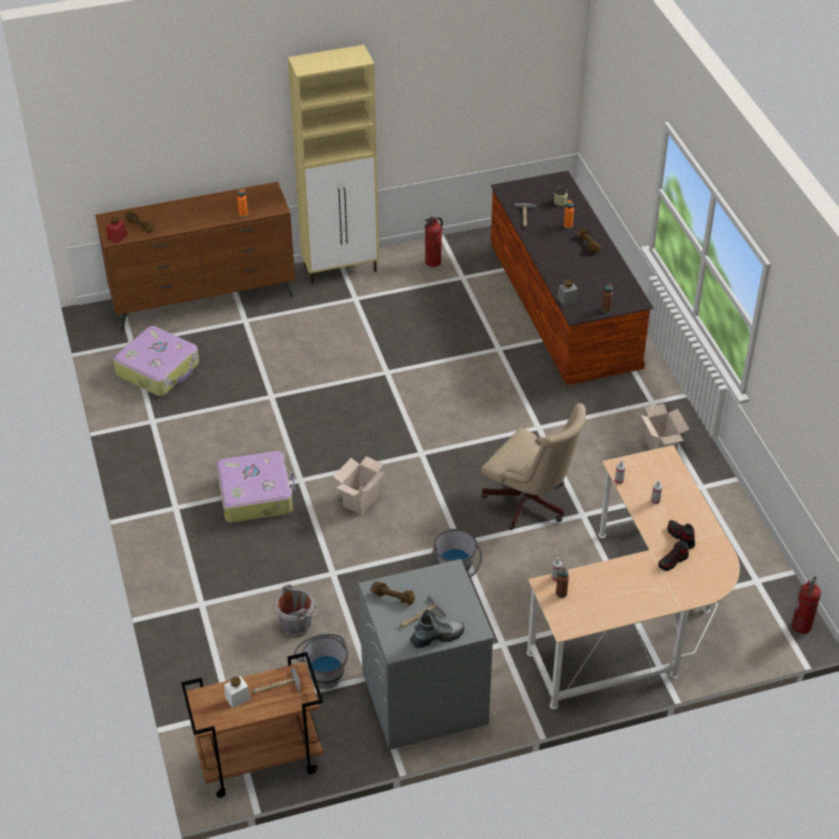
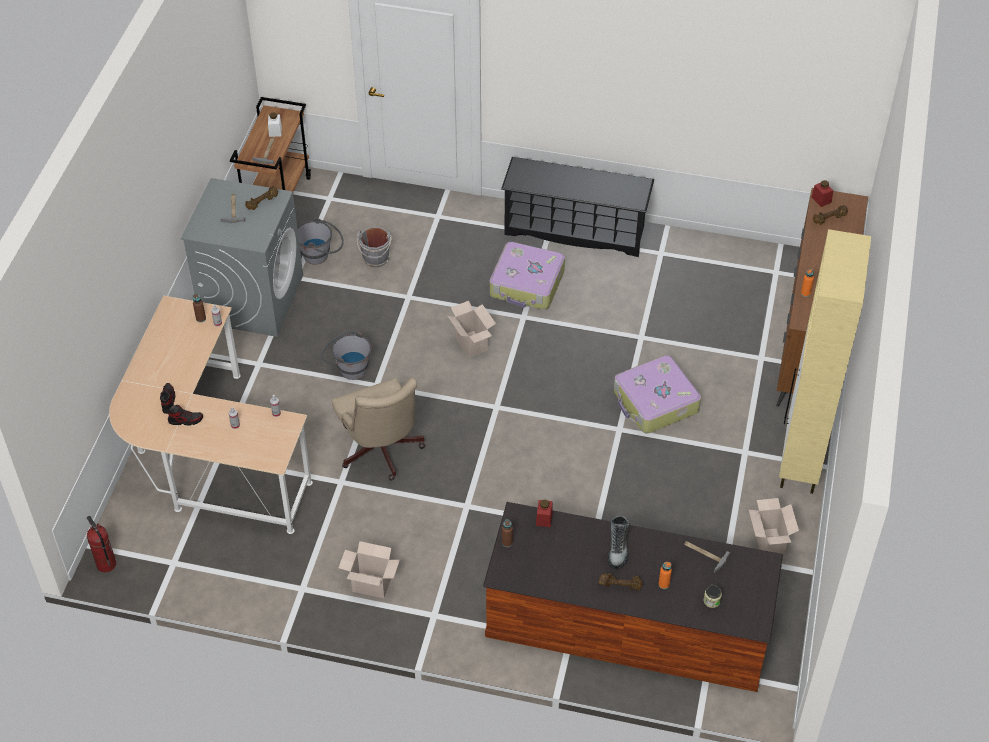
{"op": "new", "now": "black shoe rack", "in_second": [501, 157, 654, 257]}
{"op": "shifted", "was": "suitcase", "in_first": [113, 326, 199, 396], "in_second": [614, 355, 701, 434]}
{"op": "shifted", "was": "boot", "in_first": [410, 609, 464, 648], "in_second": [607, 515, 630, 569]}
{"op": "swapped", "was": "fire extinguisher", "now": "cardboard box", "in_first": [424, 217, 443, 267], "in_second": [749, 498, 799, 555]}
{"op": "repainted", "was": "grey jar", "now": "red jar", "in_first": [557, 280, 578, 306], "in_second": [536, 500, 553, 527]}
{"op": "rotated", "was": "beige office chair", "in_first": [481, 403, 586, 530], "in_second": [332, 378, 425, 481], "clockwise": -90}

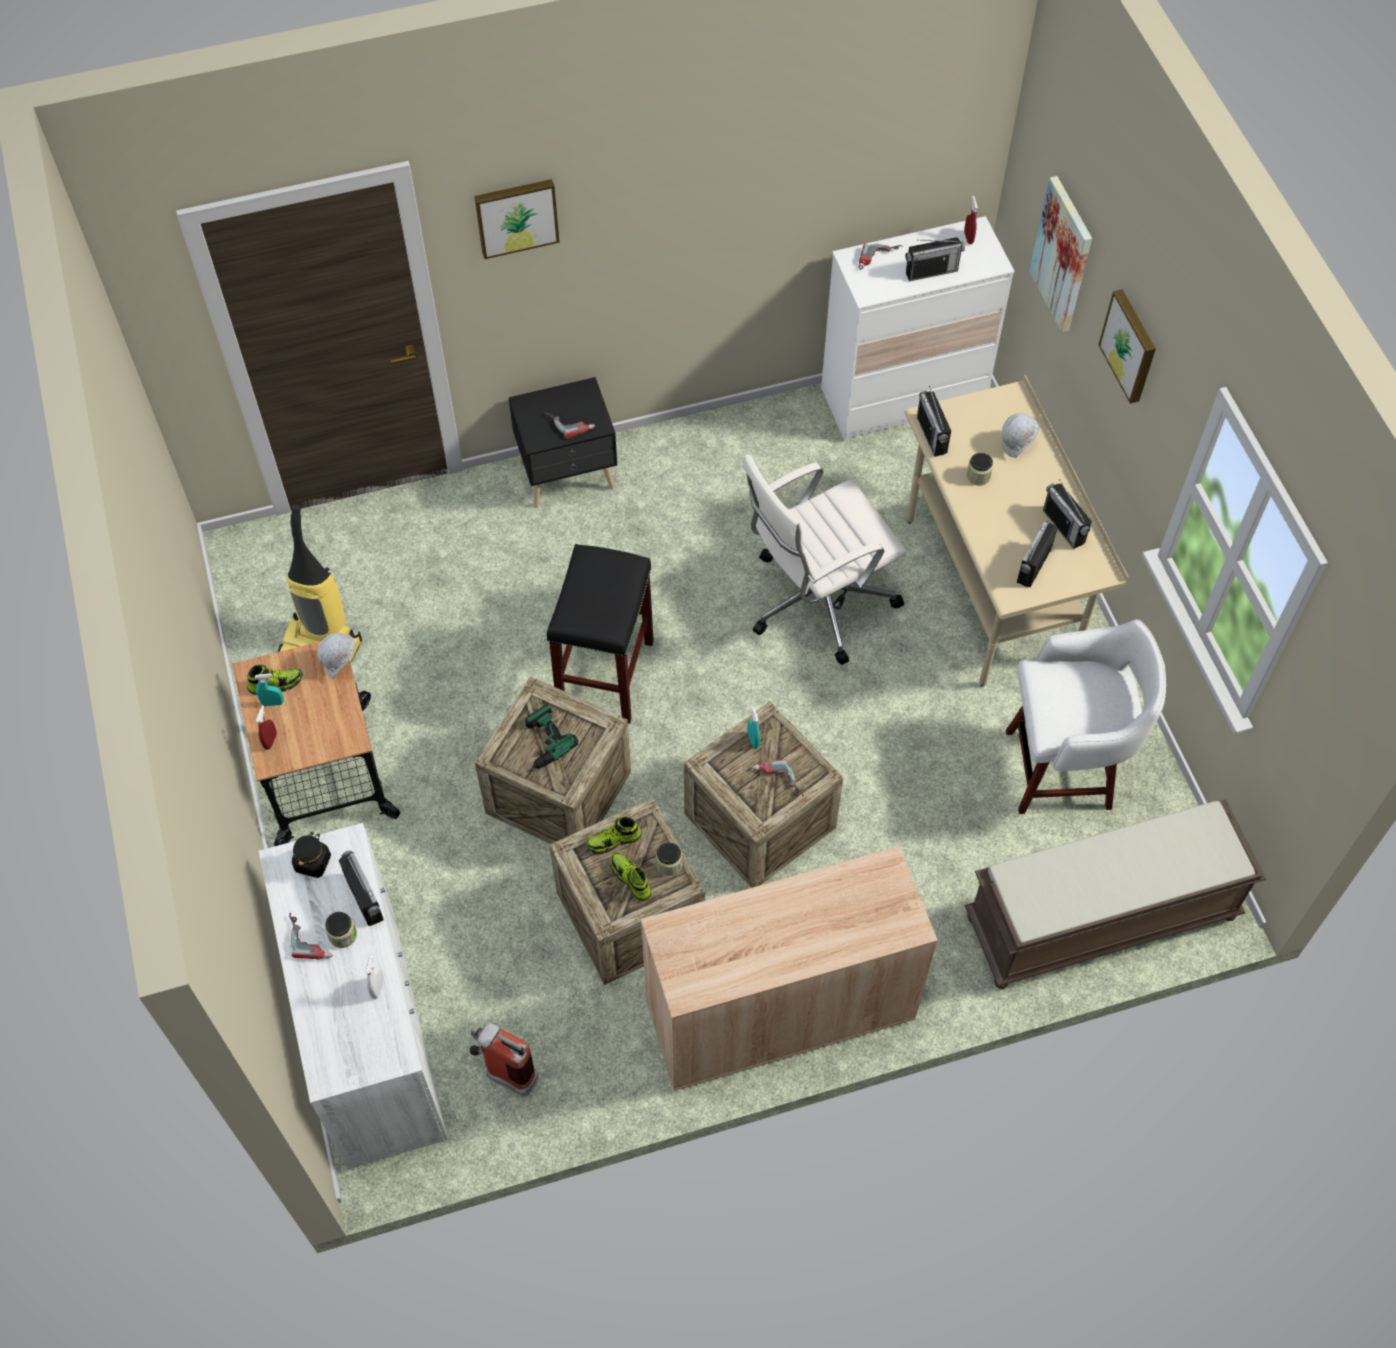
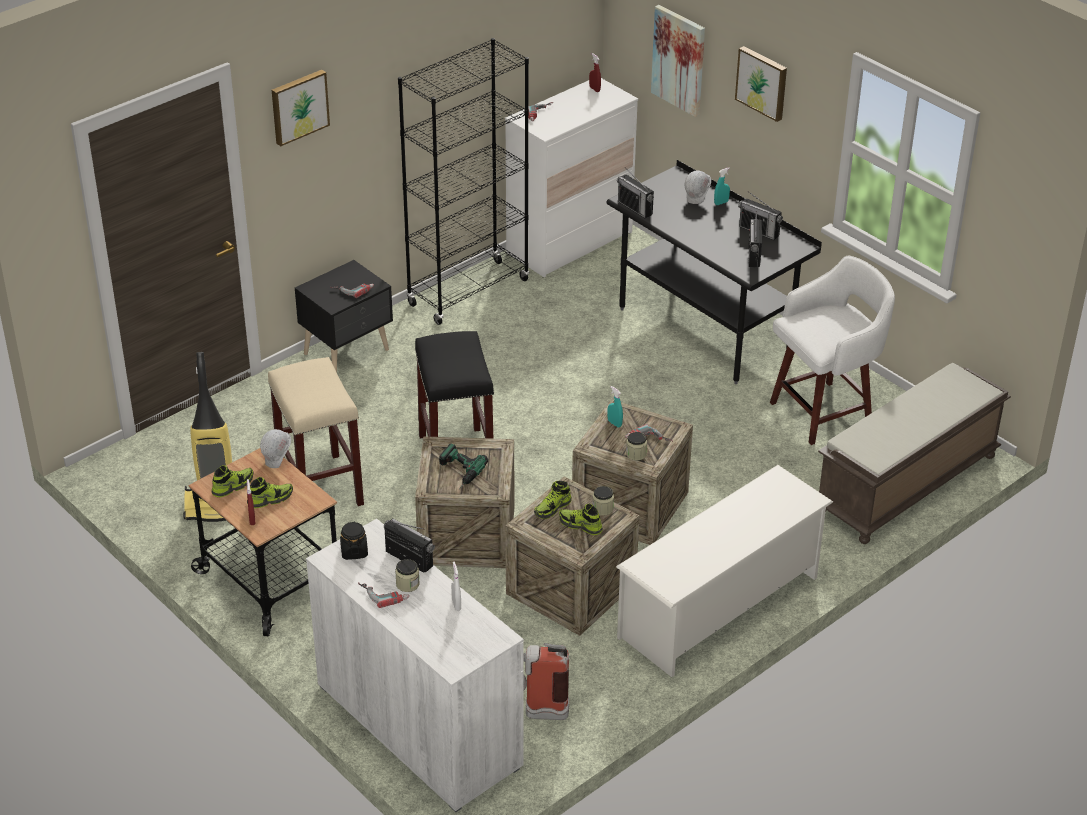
{"op": "gone", "was": "white office chair", "in_first": [742, 454, 907, 665]}
{"op": "gone", "was": "radio", "in_first": [905, 237, 965, 281]}
{"op": "new", "now": "shoe", "in_second": [247, 477, 293, 508]}
{"op": "new", "now": "beige stool", "in_second": [268, 357, 364, 506]}
{"op": "new", "now": "black bookcase", "in_second": [398, 38, 529, 325]}
{"op": "shifted", "was": "turquoise spray bottle", "in_first": [255, 674, 284, 706], "in_second": [714, 168, 730, 205]}
{"op": "shifted", "was": "jar", "in_first": [966, 453, 993, 486], "in_second": [626, 432, 647, 460]}
{"op": "swapped", "was": "beige cabinet", "now": "white shoe rack", "in_first": [641, 846, 938, 1091], "in_second": [616, 465, 833, 677]}
{"op": "repainted", "was": "beige desk", "now": "black desk", "in_first": [904, 375, 1128, 687], "in_second": [606, 160, 822, 384]}

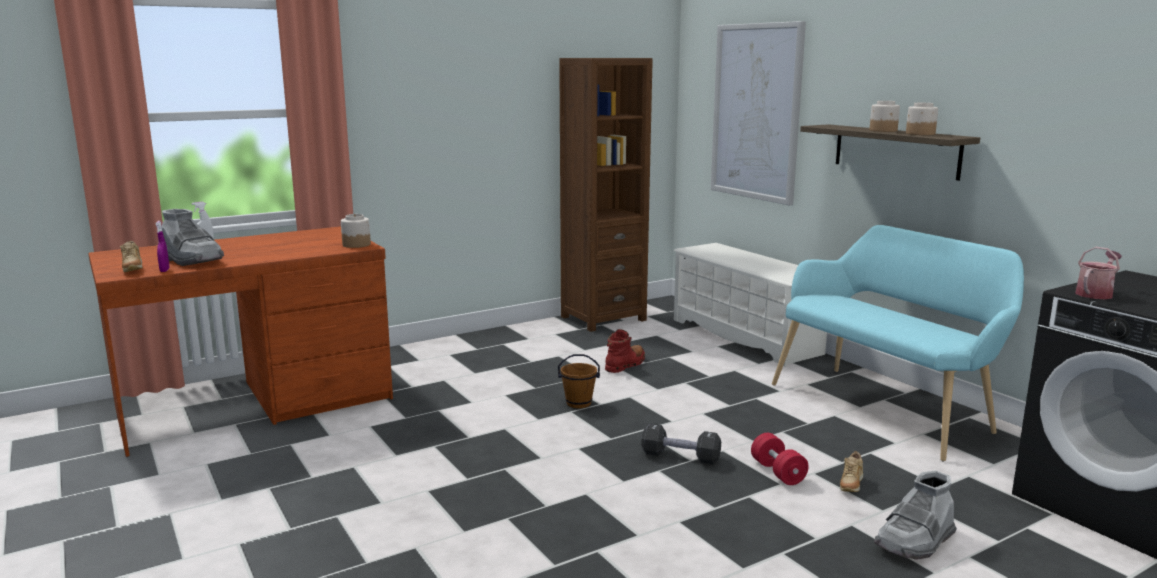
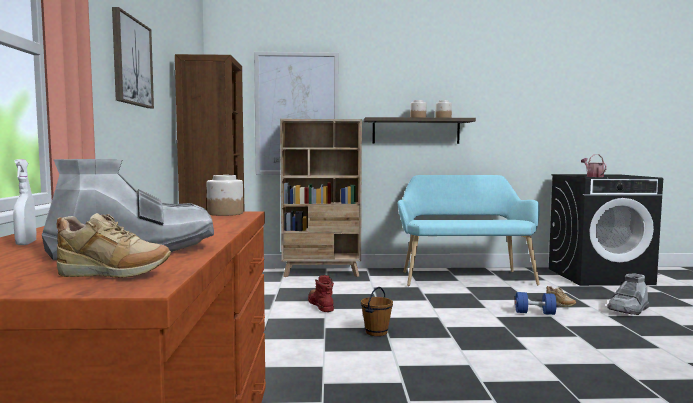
{"op": "gone", "was": "purple spray bottle", "in_first": [156, 221, 170, 272]}
{"op": "gone", "was": "black dumbbell", "in_first": [641, 423, 721, 464]}
{"op": "new", "now": "picture", "in_second": [112, 7, 154, 108]}
{"op": "swapped", "was": "white shoe rack", "now": "beige bookcase", "in_first": [673, 243, 827, 366], "in_second": [280, 119, 362, 277]}
{"op": "repainted", "was": "red dumbbell", "now": "blue dumbbell", "in_first": [751, 433, 809, 485], "in_second": [515, 292, 556, 315]}
{"op": "rotated", "was": "grey boot", "in_first": [874, 470, 957, 560], "in_second": [607, 273, 649, 315], "clockwise": 60}

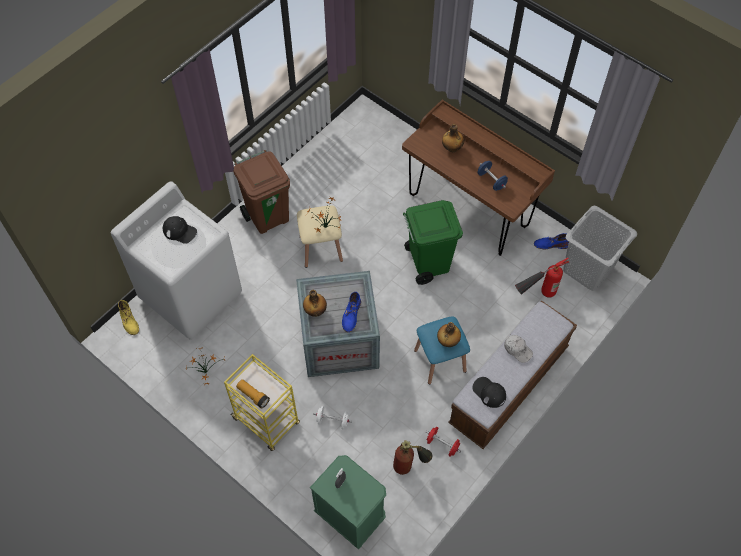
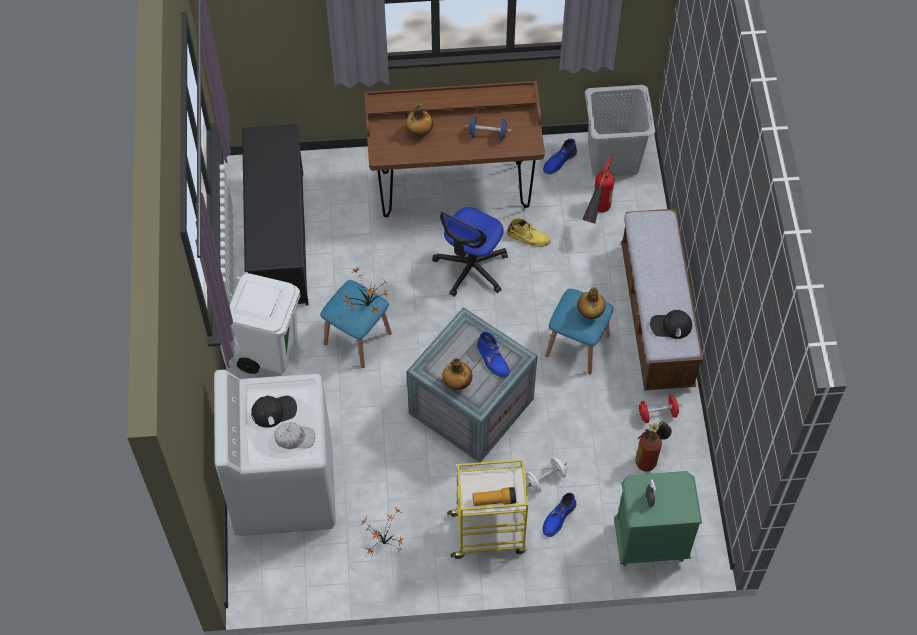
{"op": "new", "now": "black shoe rack", "in_second": [242, 124, 309, 306]}
{"op": "new", "now": "blue boot", "in_second": [542, 493, 576, 537]}
{"op": "shifted", "was": "yellow boot", "in_first": [118, 300, 139, 335], "in_second": [507, 218, 551, 247]}
{"op": "shifted", "was": "white cap", "in_first": [504, 335, 533, 363], "in_second": [274, 422, 315, 449]}
{"op": "swapped", "was": "green trash can", "now": "office chair", "in_first": [403, 200, 463, 285], "in_second": [432, 207, 508, 297]}
{"op": "repainted", "was": "brown trash can", "now": "white trash can", "in_first": [233, 150, 290, 234], "in_second": [228, 273, 300, 374]}
{"op": "repainted", "was": "beige stool", "now": "blue stool", "in_first": [297, 206, 343, 268], "in_second": [320, 280, 392, 368]}

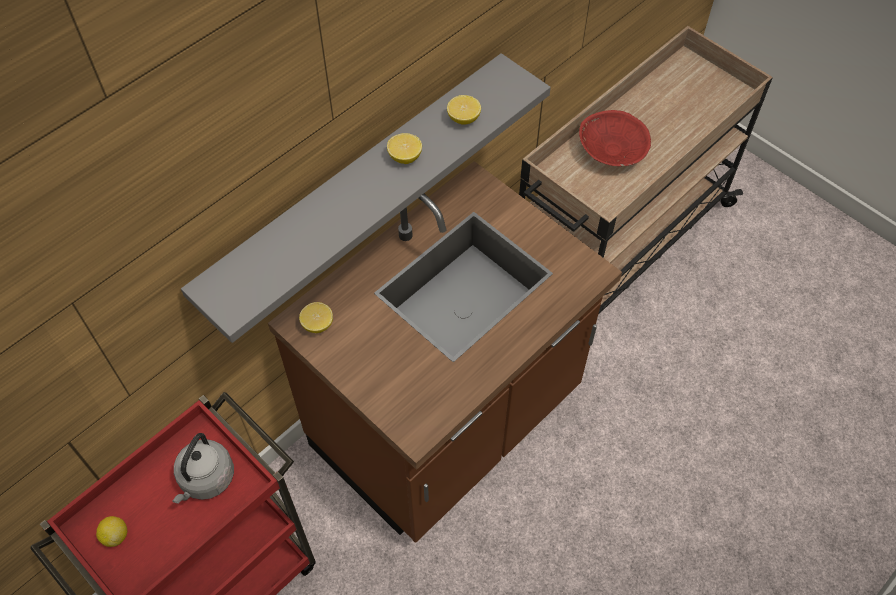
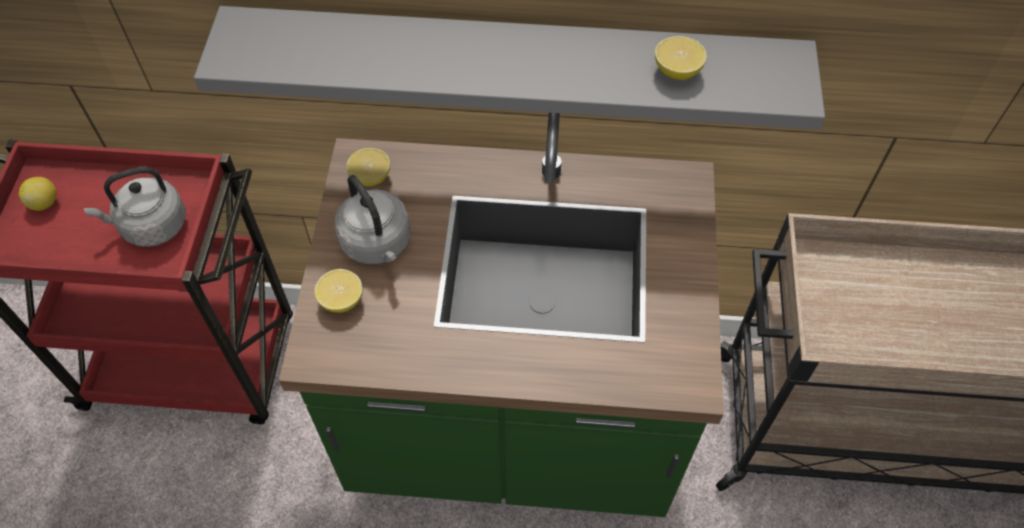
{"op": "gone", "was": "red bowl", "in_first": [579, 110, 651, 166]}
{"op": "new", "now": "grey kettle", "in_second": [335, 175, 411, 264]}
{"op": "shifted", "was": "lemon", "in_first": [387, 133, 422, 164], "in_second": [315, 269, 363, 313]}
{"op": "repainted", "was": "brown counter", "now": "green counter", "in_first": [268, 161, 622, 543], "in_second": [279, 113, 724, 517]}

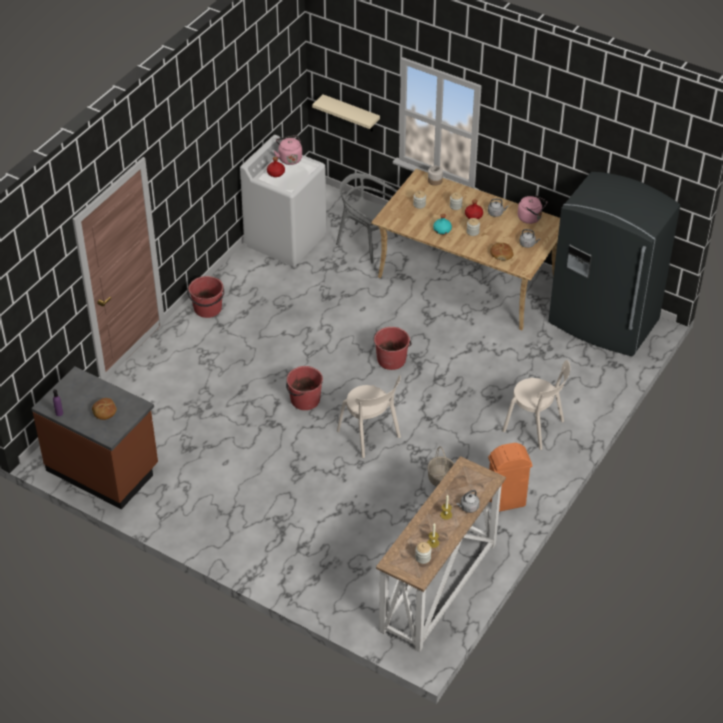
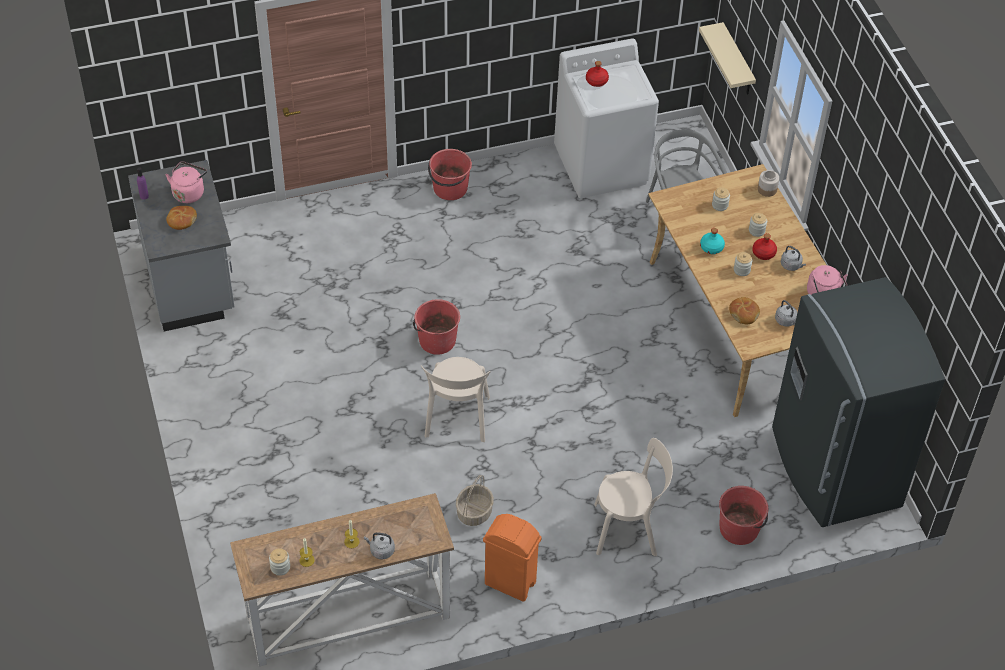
{"op": "shifted", "was": "pink kettle", "in_first": [274, 135, 302, 165], "in_second": [165, 161, 207, 203]}
{"op": "shifted", "was": "red bucket", "in_first": [374, 327, 411, 370], "in_second": [719, 486, 768, 545]}
{"op": "repainted", "was": "brown counter", "now": "grey counter", "in_first": [31, 366, 158, 510], "in_second": [128, 160, 234, 331]}
{"op": "rotated", "was": "beige chair", "in_first": [502, 360, 570, 450], "in_second": [594, 438, 673, 556], "clockwise": -75}

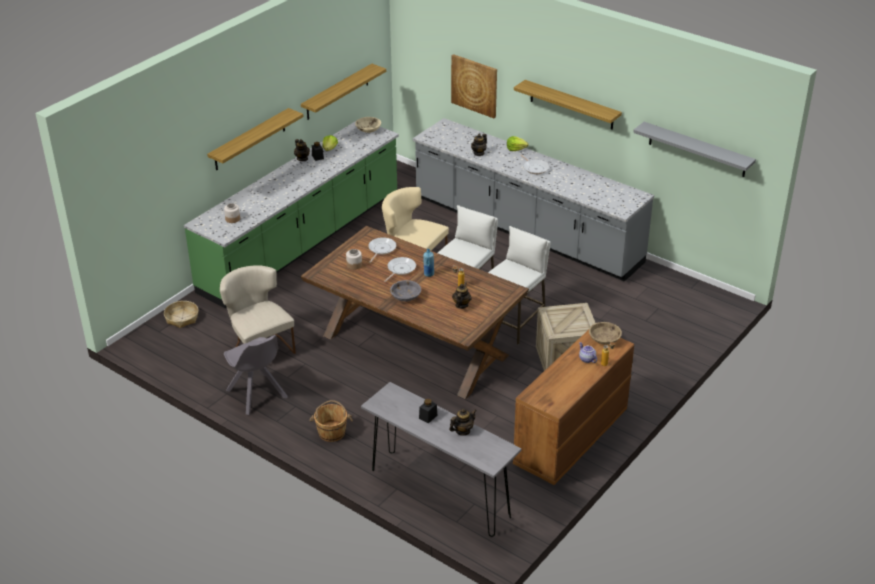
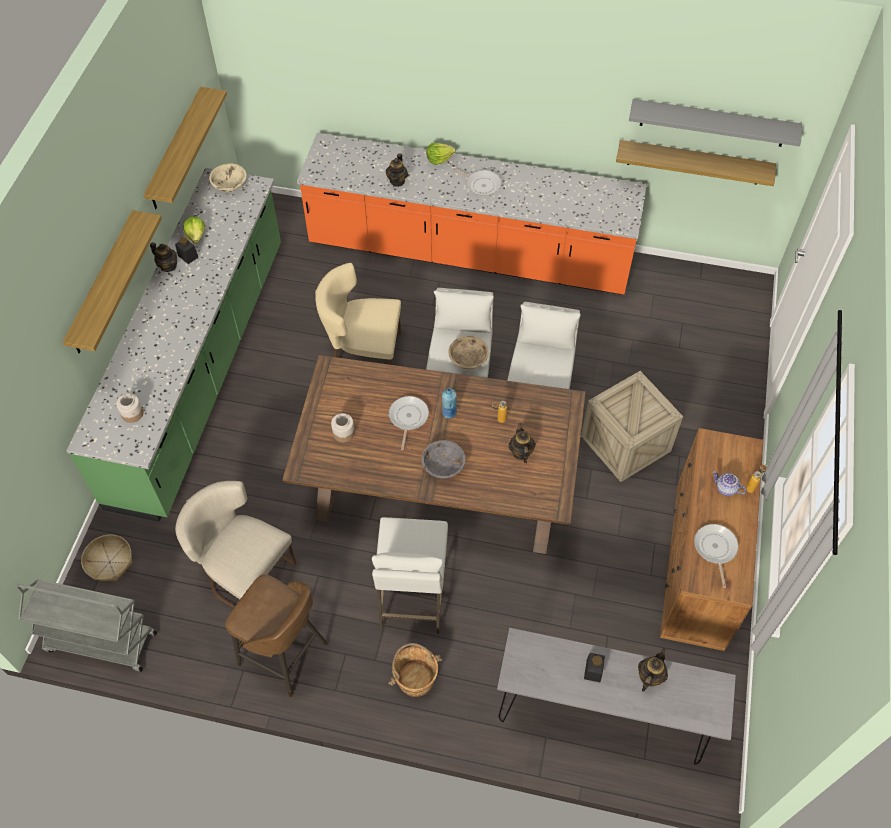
{"op": "gone", "was": "picture", "in_first": [451, 54, 497, 118]}
{"op": "new", "now": "grey cart", "in_second": [16, 579, 157, 672]}
{"op": "new", "now": "white stool", "in_second": [372, 517, 448, 634]}
{"op": "shifted", "was": "frying pan", "in_first": [368, 237, 396, 263], "in_second": [694, 524, 739, 588]}
{"op": "shifted", "was": "shelf", "in_first": [514, 80, 622, 130], "in_second": [616, 140, 776, 186]}
{"op": "shifted", "was": "beige bowl", "in_first": [589, 322, 622, 345], "in_second": [449, 336, 489, 369]}
{"op": "swapped", "was": "grey chair", "now": "brown stool", "in_first": [224, 335, 288, 415], "in_second": [225, 574, 328, 697]}
{"op": "repainted", "was": "grey counter", "now": "orange counter", "in_first": [413, 118, 654, 282], "in_second": [297, 133, 647, 295]}

